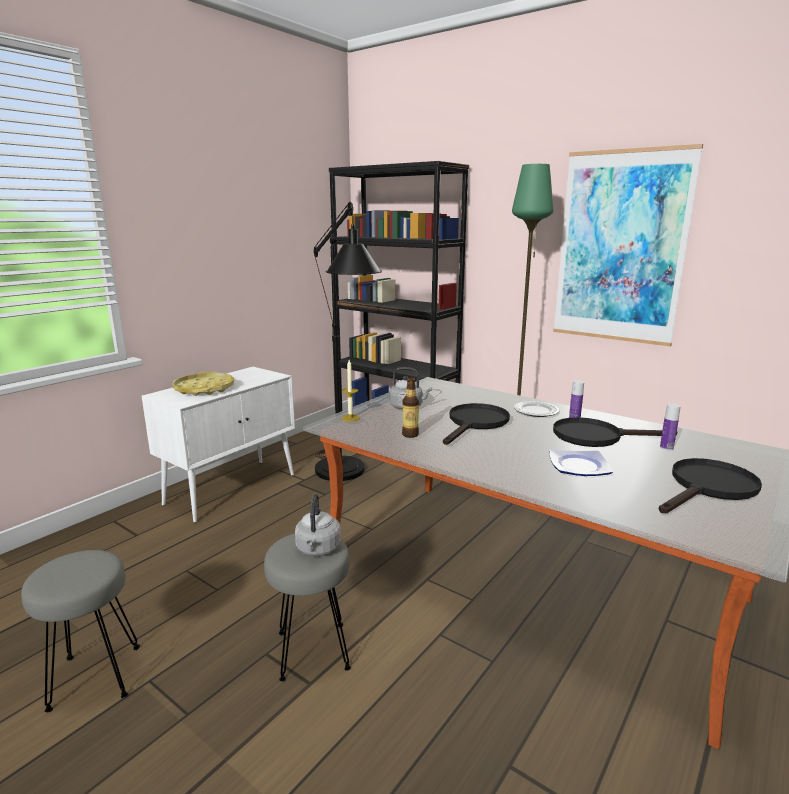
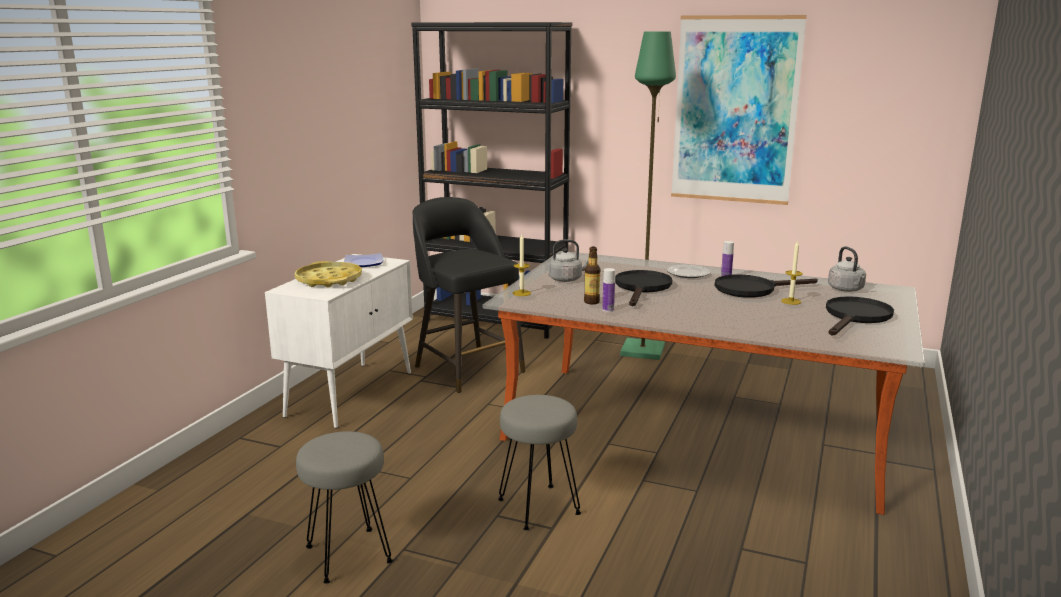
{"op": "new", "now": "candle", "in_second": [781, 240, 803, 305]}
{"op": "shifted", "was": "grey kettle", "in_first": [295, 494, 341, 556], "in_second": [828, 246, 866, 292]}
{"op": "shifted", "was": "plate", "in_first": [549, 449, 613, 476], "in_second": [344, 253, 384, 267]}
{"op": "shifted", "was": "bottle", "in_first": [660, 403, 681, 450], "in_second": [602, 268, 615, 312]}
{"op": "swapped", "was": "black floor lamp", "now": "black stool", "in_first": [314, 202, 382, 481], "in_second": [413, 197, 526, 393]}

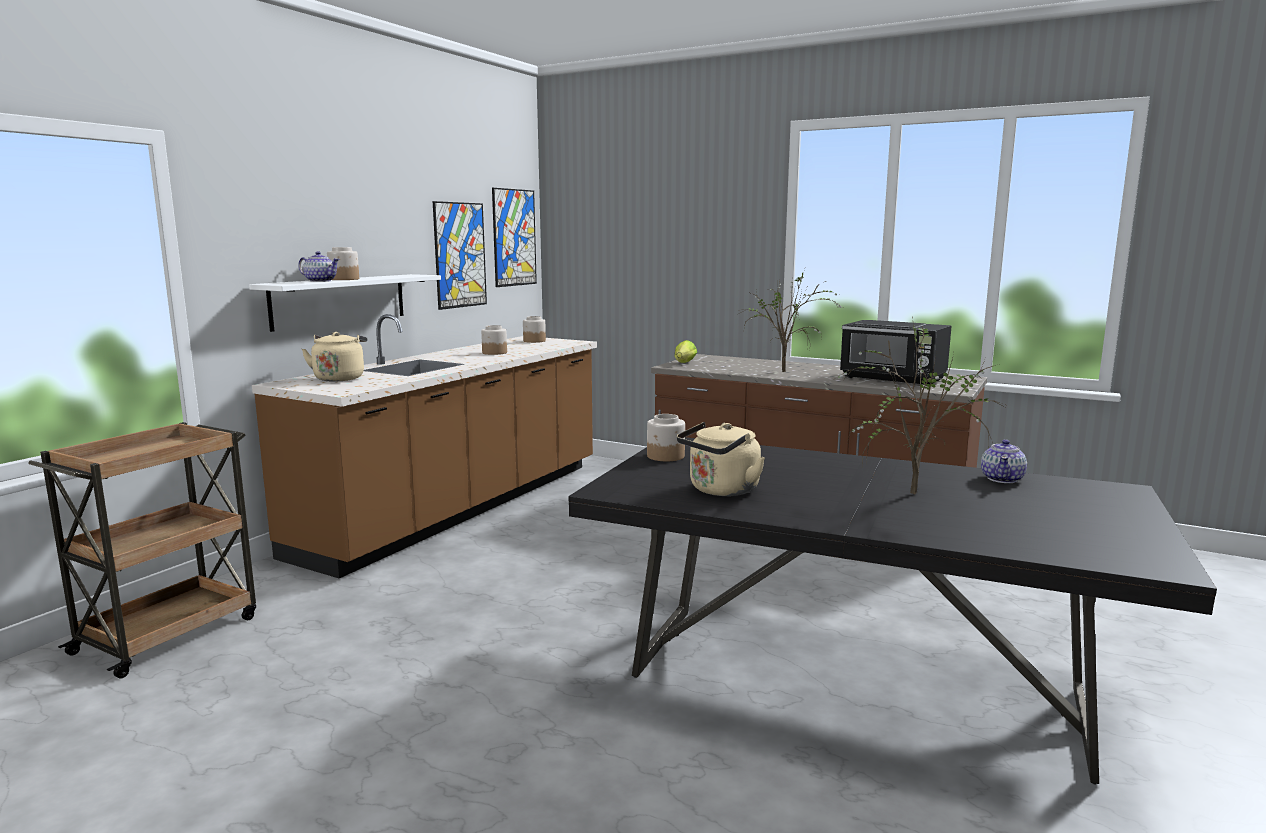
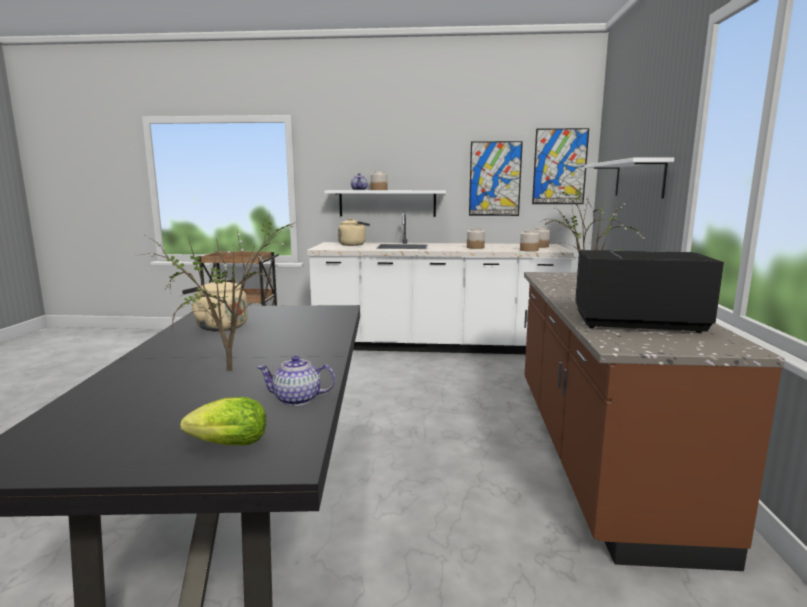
{"op": "new", "now": "white shelf", "in_second": [585, 157, 674, 198]}
{"op": "shifted", "was": "jar", "in_first": [647, 414, 685, 461], "in_second": [520, 230, 540, 252]}
{"op": "shifted", "was": "lettuce", "in_first": [675, 340, 697, 363], "in_second": [181, 397, 266, 445]}
{"op": "repainted", "was": "brown counter", "now": "white counter", "in_first": [252, 314, 597, 578], "in_second": [307, 213, 574, 354]}
{"op": "rotated", "was": "black microwave", "in_first": [840, 320, 952, 385], "in_second": [575, 250, 724, 333], "clockwise": 90}

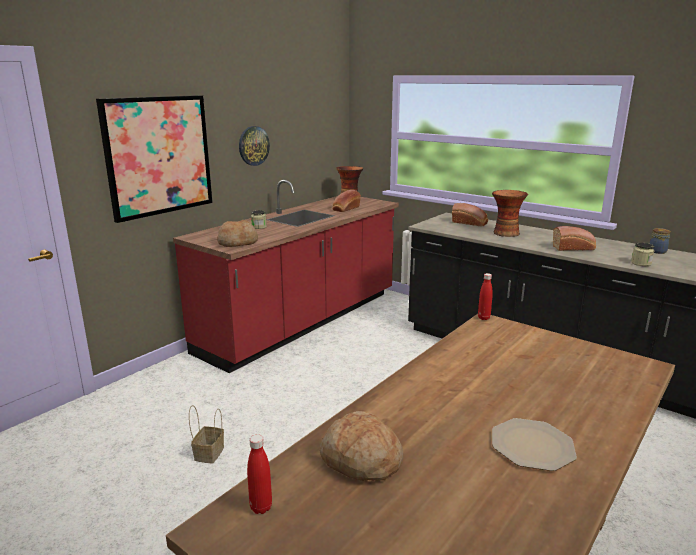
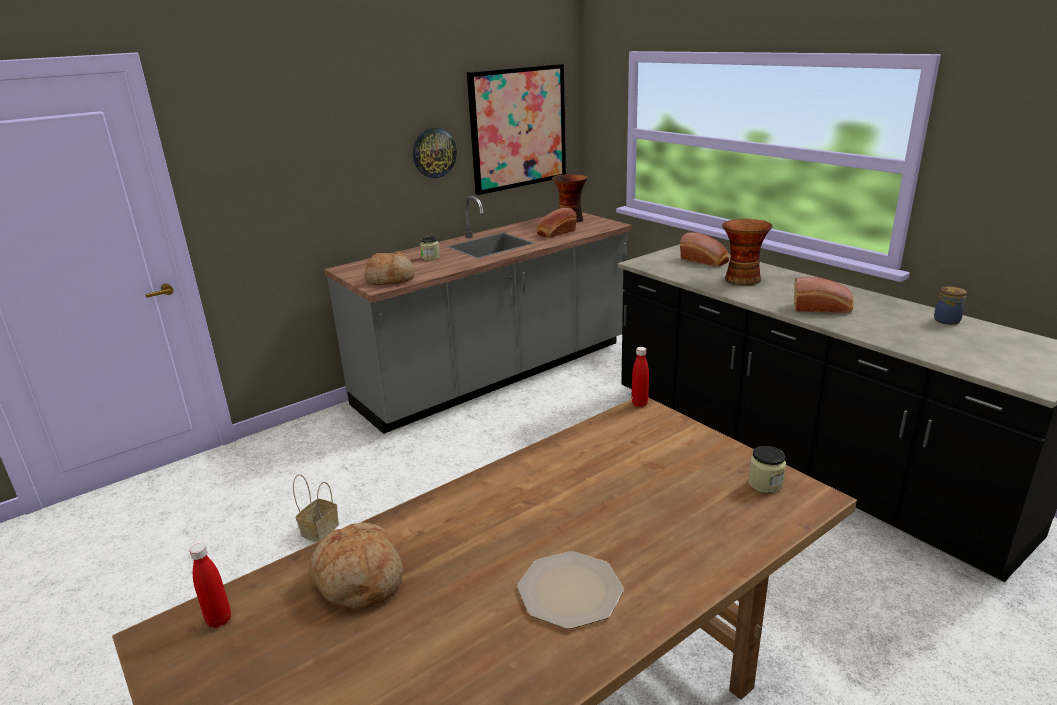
{"op": "shifted", "was": "picture", "in_first": [96, 95, 213, 223], "in_second": [467, 64, 566, 195]}
{"op": "shifted", "was": "jar", "in_first": [631, 243, 654, 266], "in_second": [748, 446, 786, 493]}
{"op": "repainted", "was": "red counter", "now": "grey counter", "in_first": [173, 180, 399, 373], "in_second": [324, 196, 633, 434]}

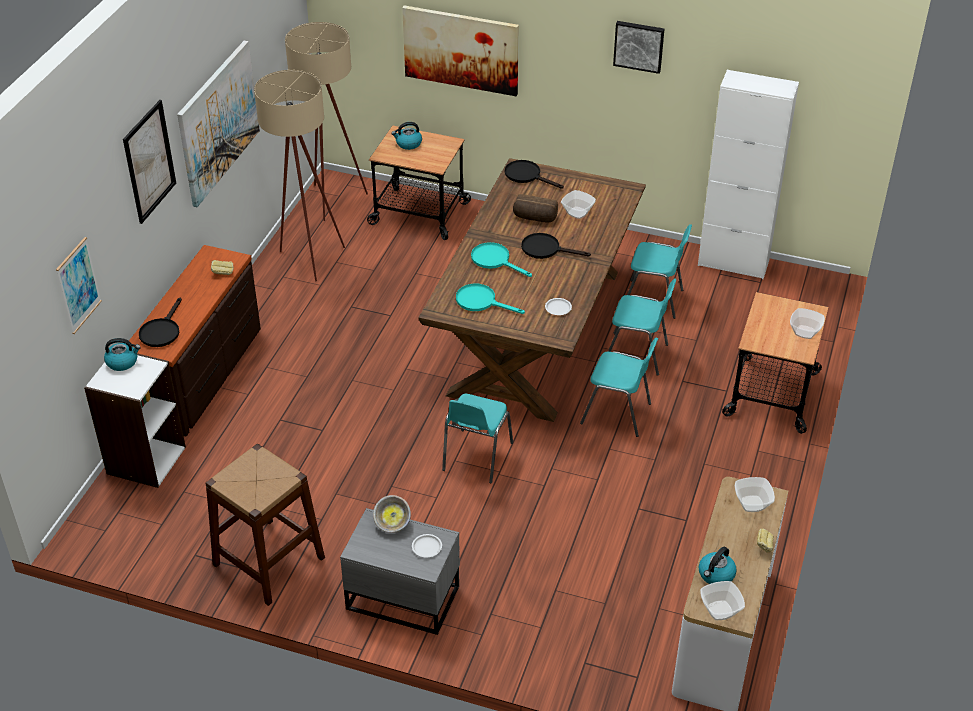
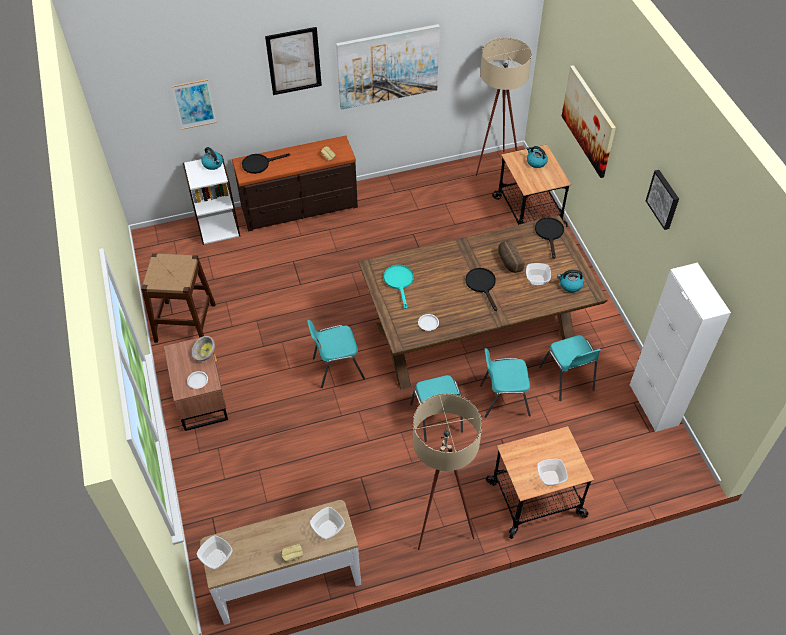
{"op": "gone", "was": "turquoise frying pan", "in_first": [471, 242, 532, 277]}
{"op": "shifted", "was": "beige floor lamp", "in_first": [254, 70, 345, 282], "in_second": [413, 393, 482, 550]}
{"op": "shifted", "was": "kettle", "in_first": [699, 547, 737, 584], "in_second": [557, 270, 584, 292]}
{"op": "repainted", "was": "grey nightstand", "now": "brown nightstand", "in_first": [340, 508, 460, 635], "in_second": [164, 335, 228, 431]}
{"op": "rotated", "was": "turquoise chair", "in_first": [608, 278, 677, 376], "in_second": [480, 348, 531, 418], "clockwise": 105}

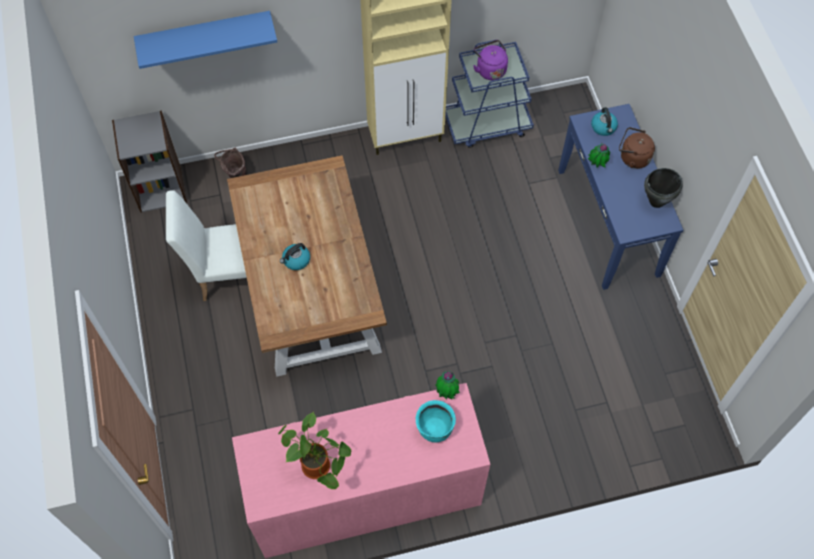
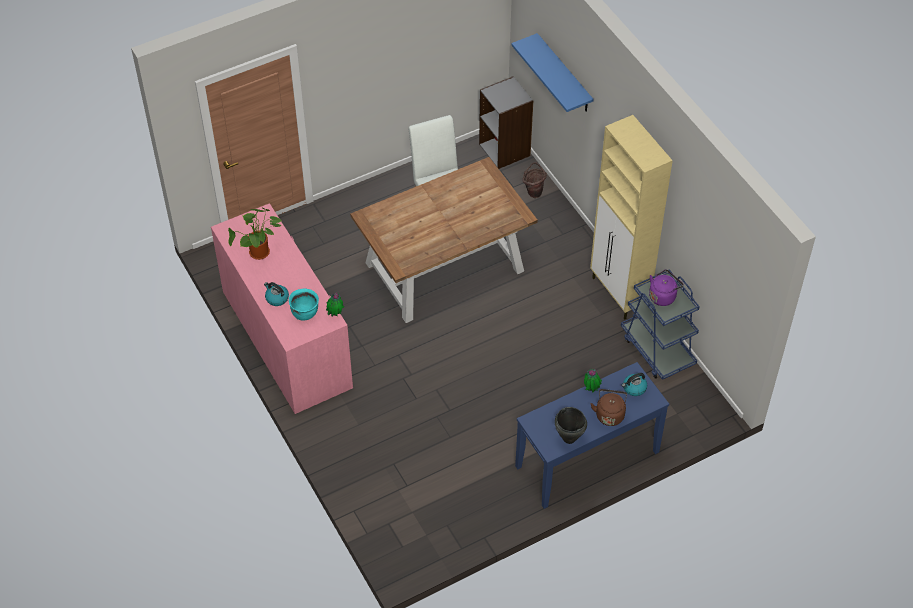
{"op": "shifted", "was": "kettle", "in_first": [280, 243, 310, 270], "in_second": [264, 282, 289, 306]}

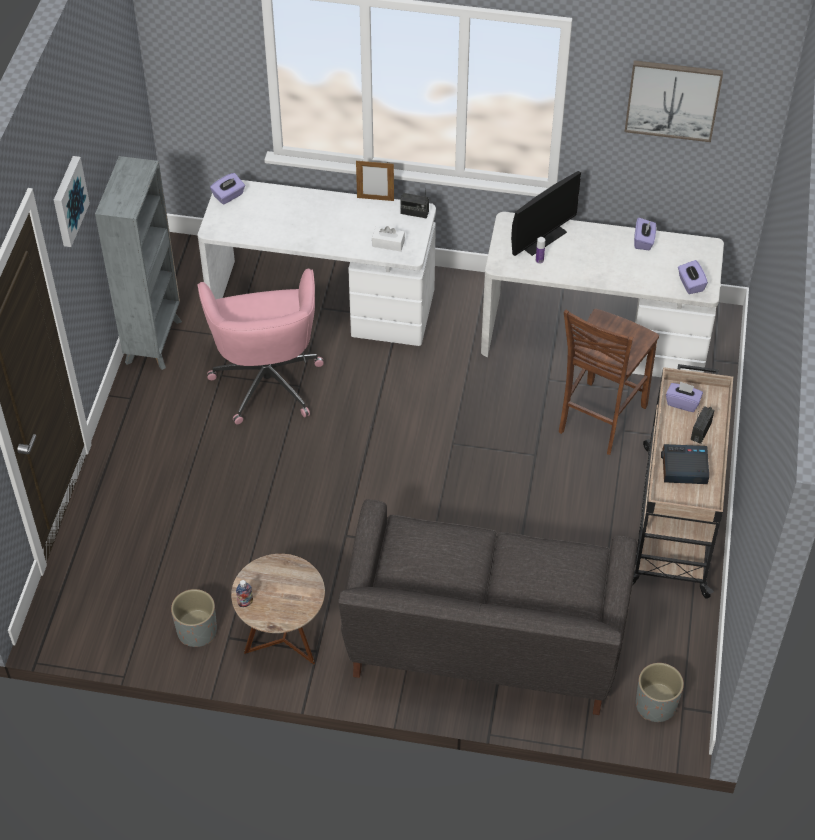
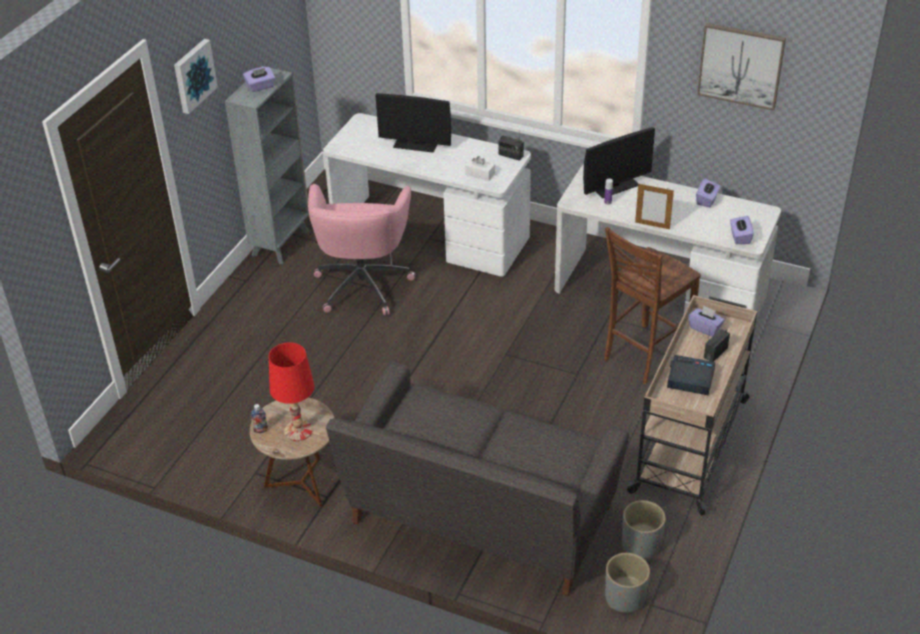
{"op": "new", "now": "red table lamp", "in_second": [269, 343, 314, 441]}
{"op": "new", "now": "monitor", "in_second": [375, 93, 451, 153]}
{"op": "shifted", "was": "grey planter", "in_first": [171, 589, 217, 647], "in_second": [622, 500, 666, 558]}
{"op": "shifted", "was": "purple tissue box", "in_first": [210, 173, 245, 205], "in_second": [243, 67, 275, 92]}
{"op": "shifted", "was": "picture frame", "in_first": [356, 160, 394, 201], "in_second": [635, 184, 674, 229]}

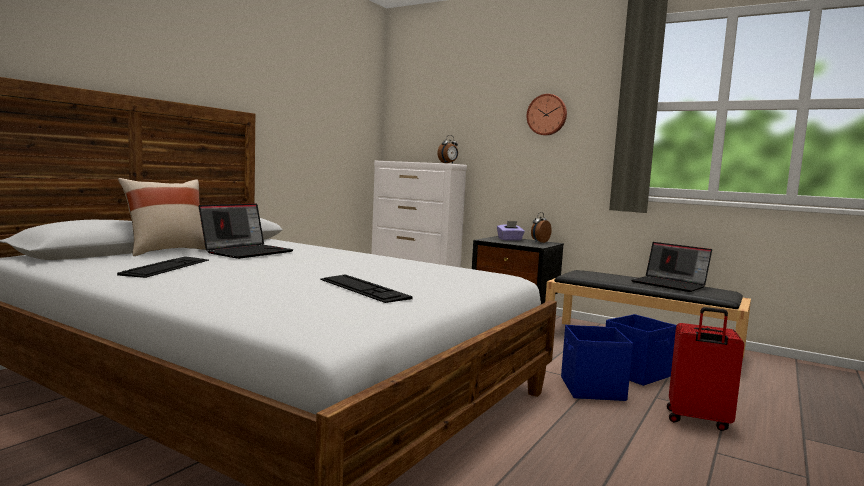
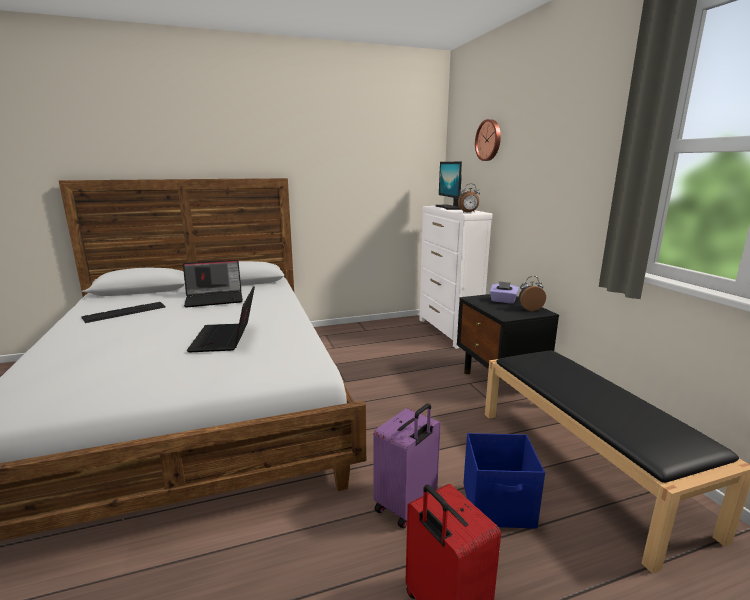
{"op": "gone", "was": "beige pillow", "in_first": [118, 178, 206, 256]}
{"op": "gone", "was": "keyboard", "in_first": [320, 274, 413, 303]}
{"op": "new", "now": "monitor", "in_second": [435, 161, 462, 210]}
{"op": "shifted", "was": "wall clock", "in_first": [527, 94, 567, 136], "in_second": [475, 119, 501, 161]}
{"op": "shifted", "was": "laptop", "in_first": [631, 242, 712, 292], "in_second": [187, 286, 255, 352]}
{"op": "swapped", "was": "blue storage box", "now": "purple suitcase", "in_first": [561, 325, 633, 401], "in_second": [373, 403, 441, 528]}

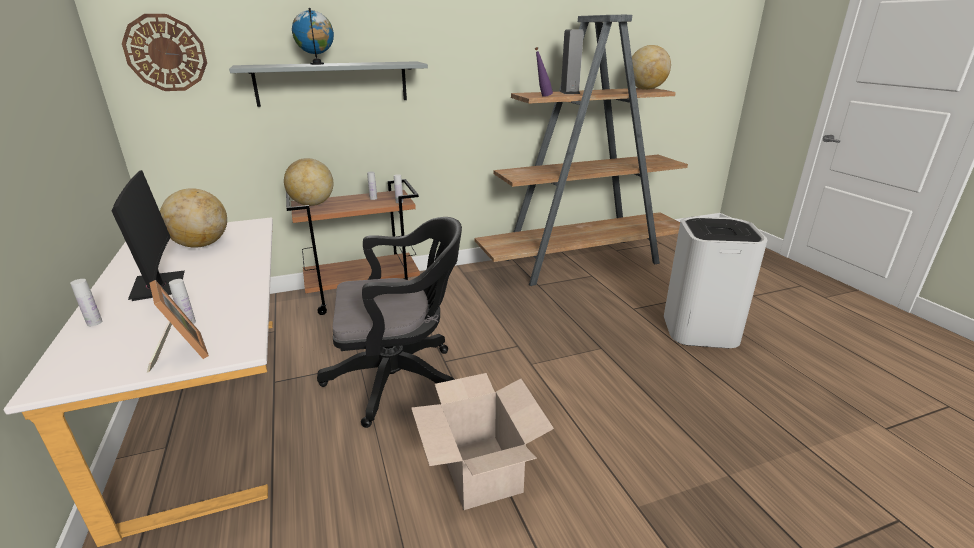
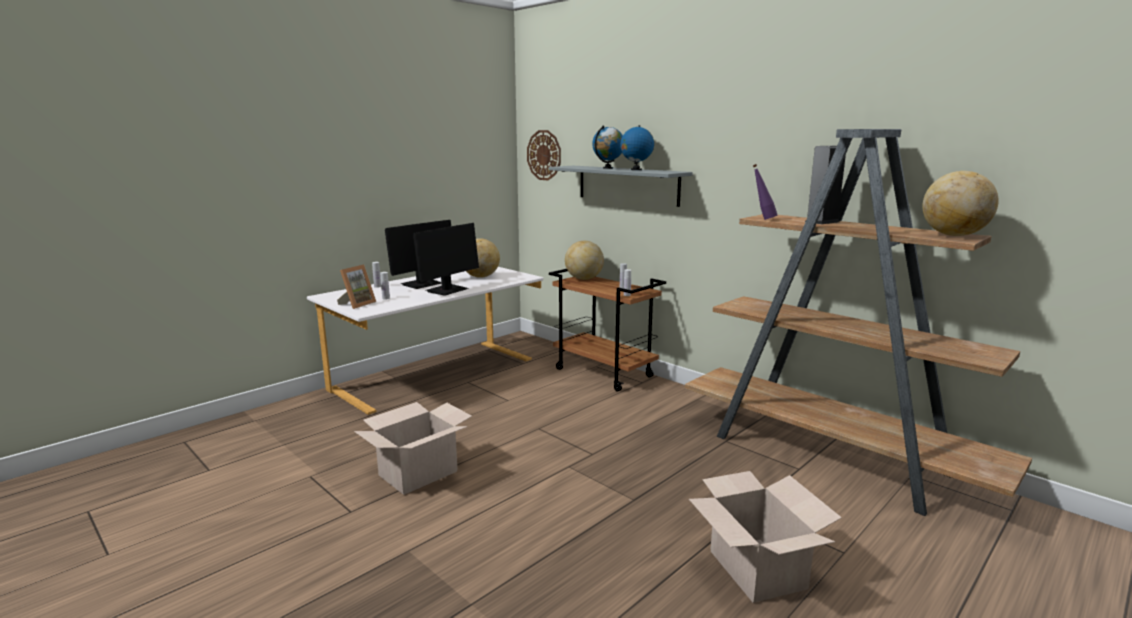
{"op": "gone", "was": "black office chair", "in_first": [317, 217, 462, 428]}
{"op": "new", "now": "monitor", "in_second": [413, 223, 479, 296]}
{"op": "new", "now": "globe", "in_second": [620, 125, 654, 170]}
{"op": "swapped", "was": "white trash can", "now": "cardboard box", "in_first": [664, 217, 767, 348], "in_second": [689, 471, 842, 603]}

